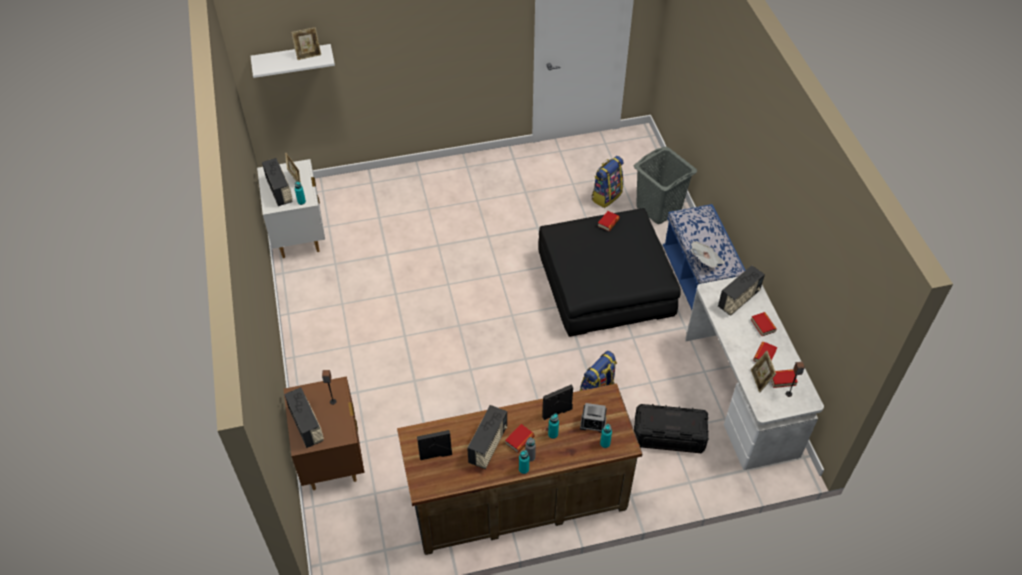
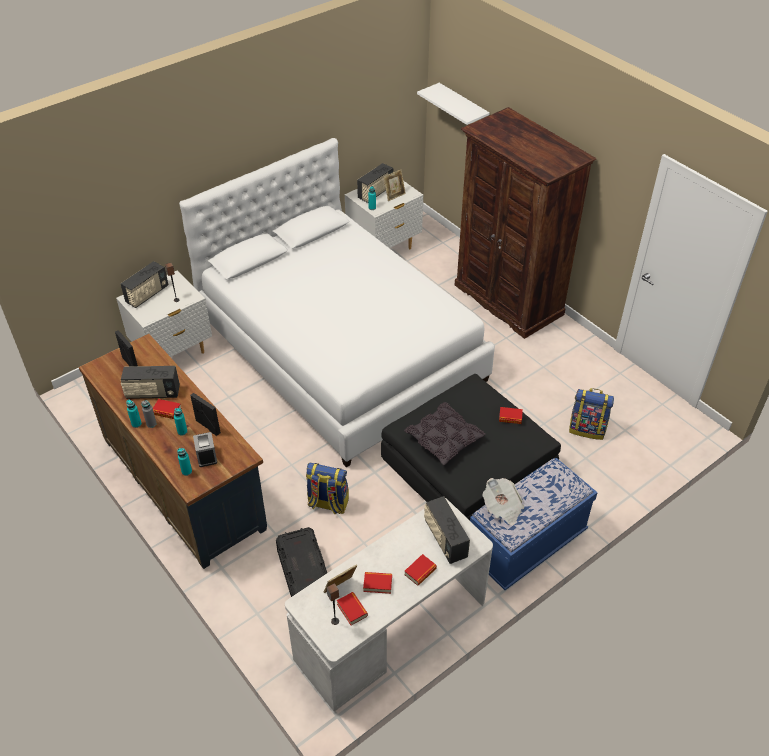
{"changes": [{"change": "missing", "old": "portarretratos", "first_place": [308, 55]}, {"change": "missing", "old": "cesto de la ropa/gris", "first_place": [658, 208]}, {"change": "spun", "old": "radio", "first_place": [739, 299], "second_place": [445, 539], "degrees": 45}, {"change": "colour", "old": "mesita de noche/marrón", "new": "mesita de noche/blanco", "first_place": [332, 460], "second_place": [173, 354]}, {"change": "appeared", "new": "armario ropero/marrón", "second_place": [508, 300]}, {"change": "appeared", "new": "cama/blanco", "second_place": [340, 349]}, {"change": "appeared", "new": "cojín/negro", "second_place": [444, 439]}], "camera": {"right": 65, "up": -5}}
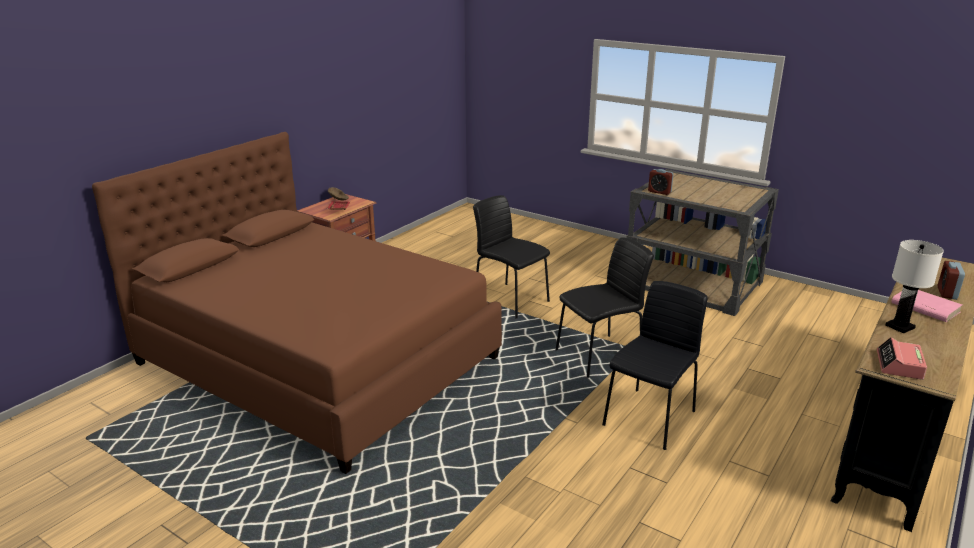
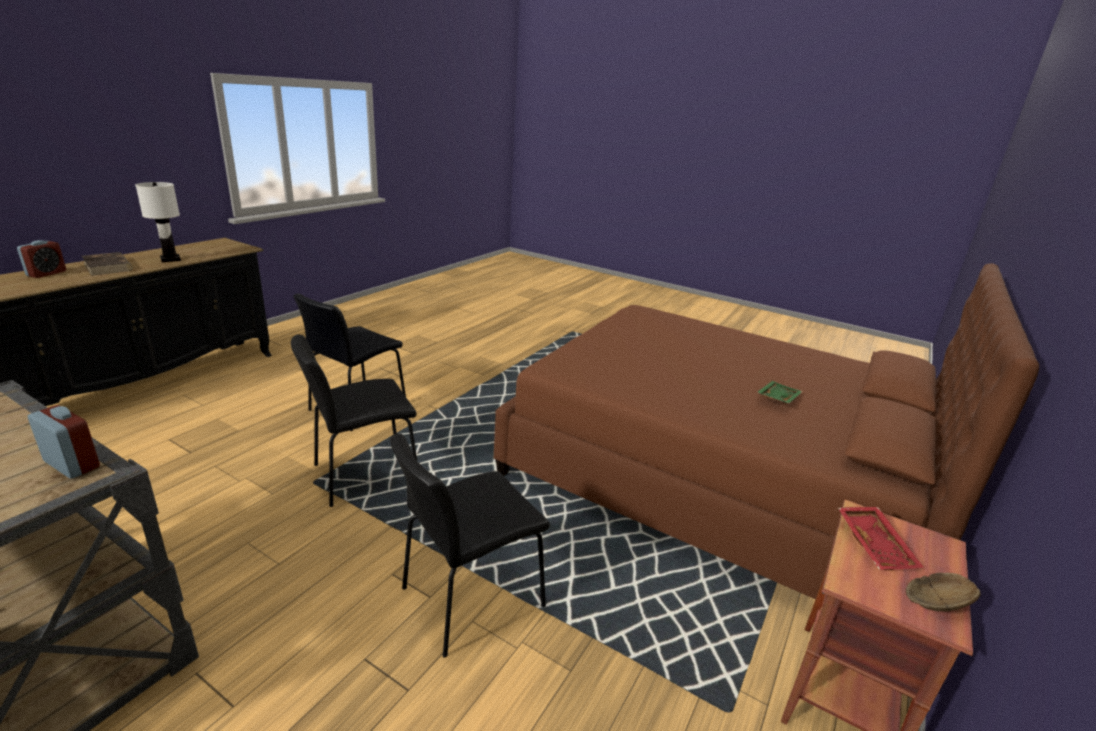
{"changes": [{"change": "spun", "old": "silla/negro", "first_place": [509, 300], "second_place": [468, 599], "degrees": 105}, {"change": "colour", "old": "libro/rosa", "new": "libro/marrón", "first_place": [924, 307], "second_place": [108, 267]}, {"change": "missing", "old": "despertador", "first_place": [899, 365]}, {"change": "appeared", "new": "bandeja/verde", "second_place": [776, 398]}], "camera": {"right": 175, "up": 0}}
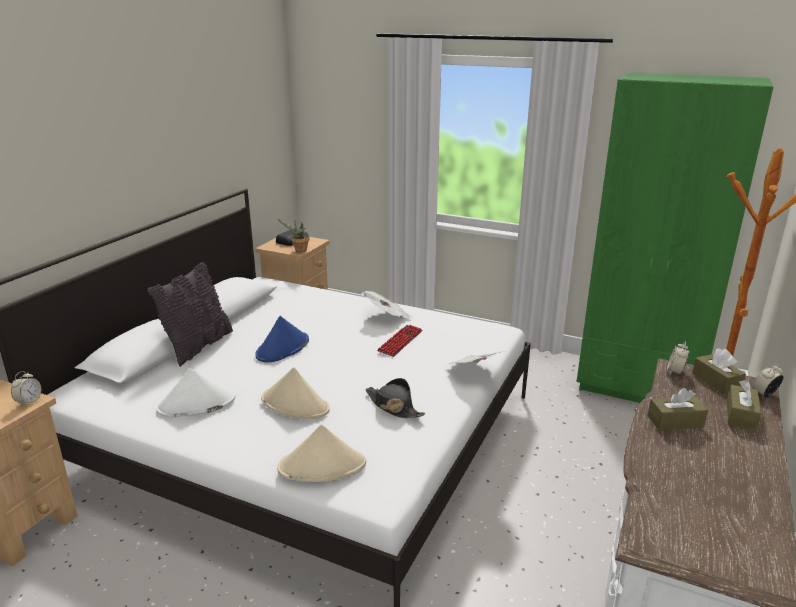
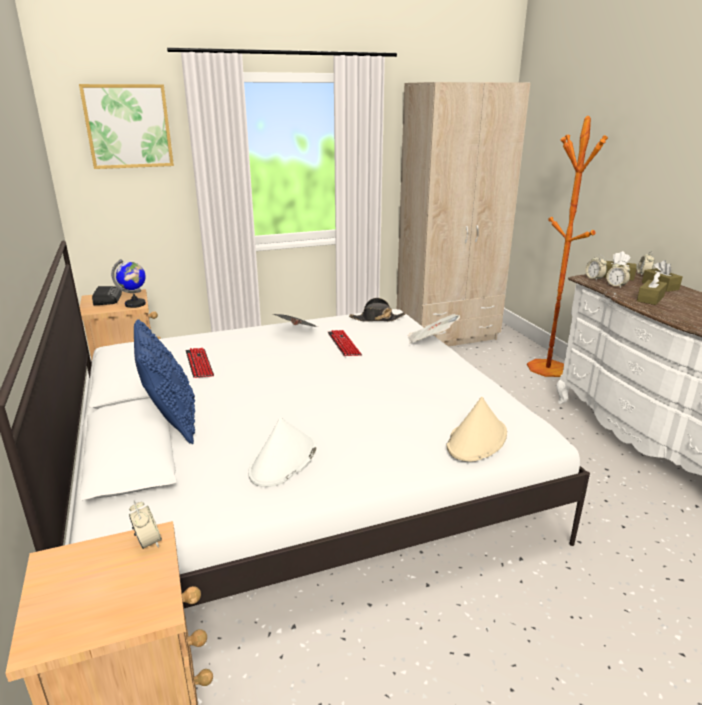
{"changes": [{"change": "colour", "old": "armario ropero/verde", "new": "armario ropero/beis", "first_place": [639, 387], "second_place": [448, 335]}, {"change": "exchanged", "old": "planta en maceta", "new": "globo terráqueo", "first_place": [299, 250], "second_place": [135, 304]}, {"change": "colour", "old": "cojín/negro", "new": "cojín/azul", "first_place": [198, 346], "second_place": [172, 421]}, {"change": "missing", "old": "sombrero/azul", "first_place": [282, 348]}, {"change": "missing", "old": "sombrero/beis", "first_place": [295, 404]}, {"change": "relocated", "old": "sombrero/negro", "first_place": [393, 406], "second_place": [377, 319]}, {"change": "appeared", "new": "cuadro", "second_place": [128, 126]}, {"change": "appeared", "new": "despertador", "second_place": [616, 286]}, {"change": "appeared", "new": "teclado", "second_place": [199, 364]}], "camera": {"right": -45, "up": 0}}
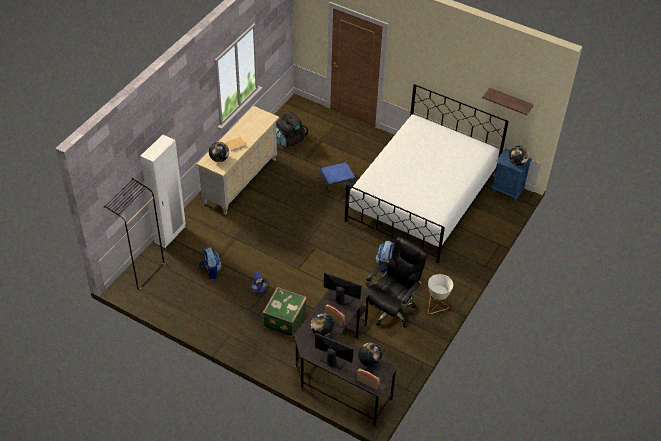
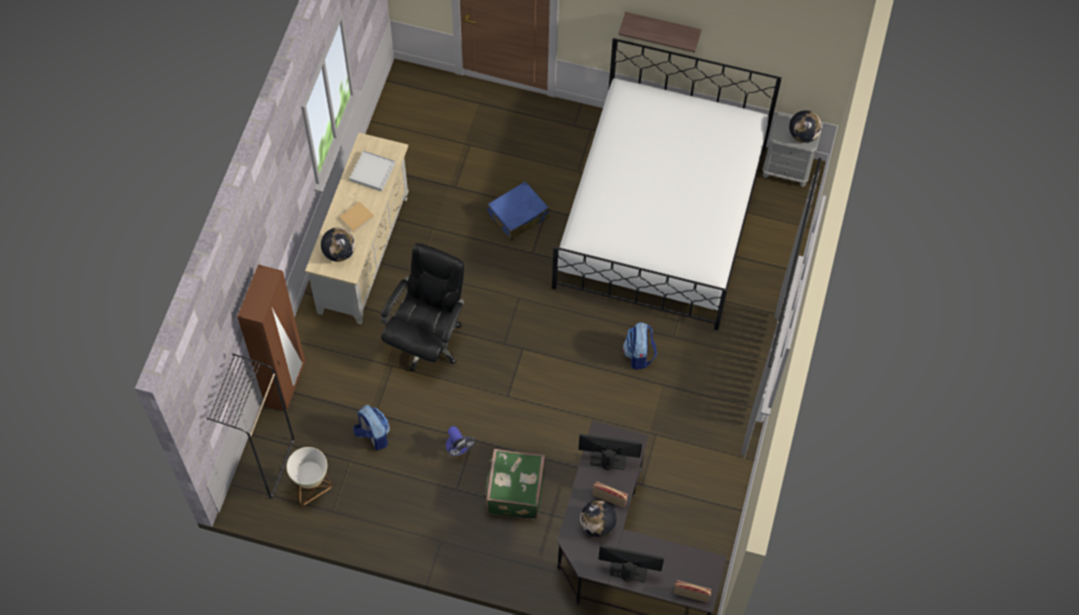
{"changes": [{"change": "relocated", "old": "estante", "first_place": [510, 102], "second_place": [662, 28]}, {"change": "missing", "old": "mochila/negro", "first_place": [289, 139]}, {"change": "colour", "old": "armario ropero/blanco", "new": "armario ropero/marrón", "first_place": [170, 235], "second_place": [286, 385]}, {"change": "colour", "old": "mesita de noche/azul", "new": "mesita de noche/gris", "first_place": [507, 191], "second_place": [787, 169]}, {"change": "relocated", "old": "silla de oficina/negro", "first_place": [391, 311], "second_place": [427, 342]}, {"change": "relocated", "old": "maceta", "first_place": [436, 306], "second_place": [312, 487]}, {"change": "missing", "old": "globo terráqueo", "first_place": [369, 361]}, {"change": "appeared", "new": "bandeja/blanco", "second_place": [372, 172]}], "camera": {"right": -15, "up": 15}}
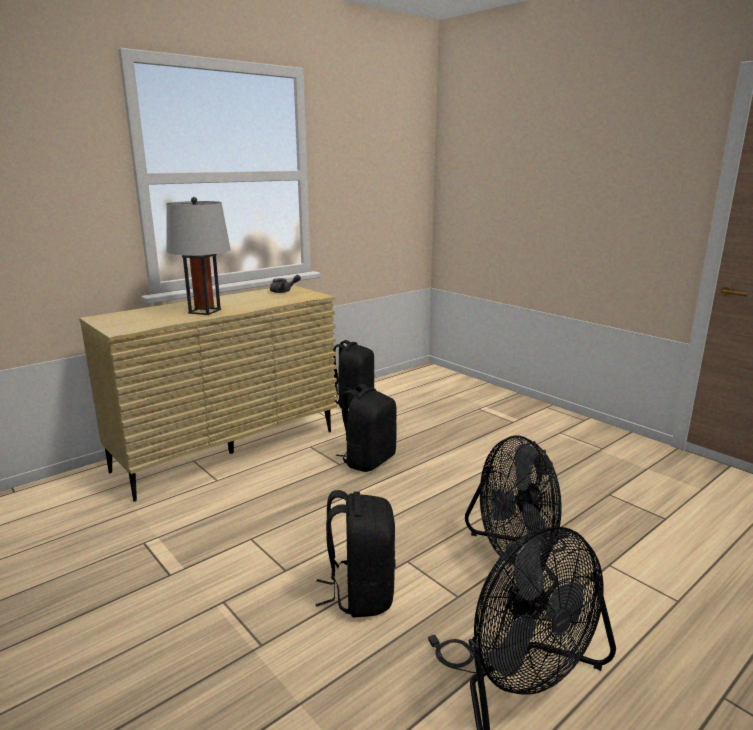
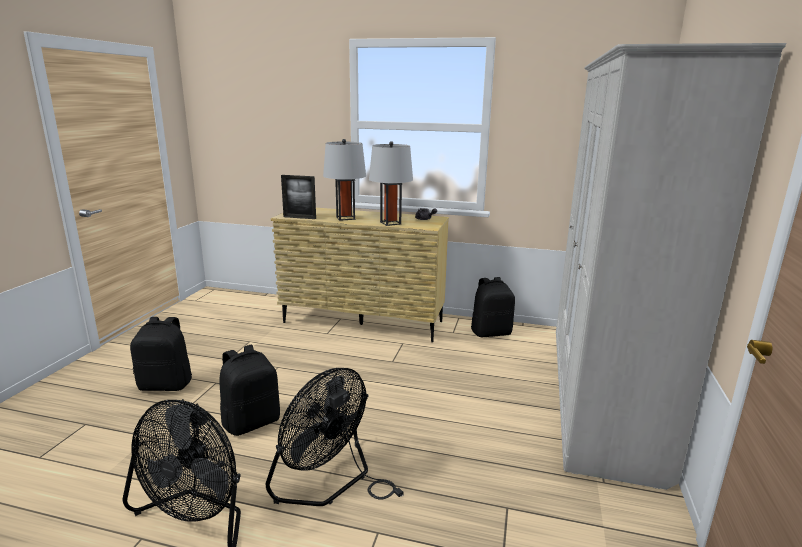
{"changes": [{"change": "relocated", "old": "mochila/negro", "first_place": [368, 460], "second_place": [166, 385]}, {"change": "appeared", "new": "armario ropero/blanco", "second_place": [600, 393]}, {"change": "appeared", "new": "lámpara de mesa/gris", "second_place": [390, 223]}, {"change": "appeared", "new": "portarretratos", "second_place": [299, 217]}], "camera": {"right": 55, "up": 0}}
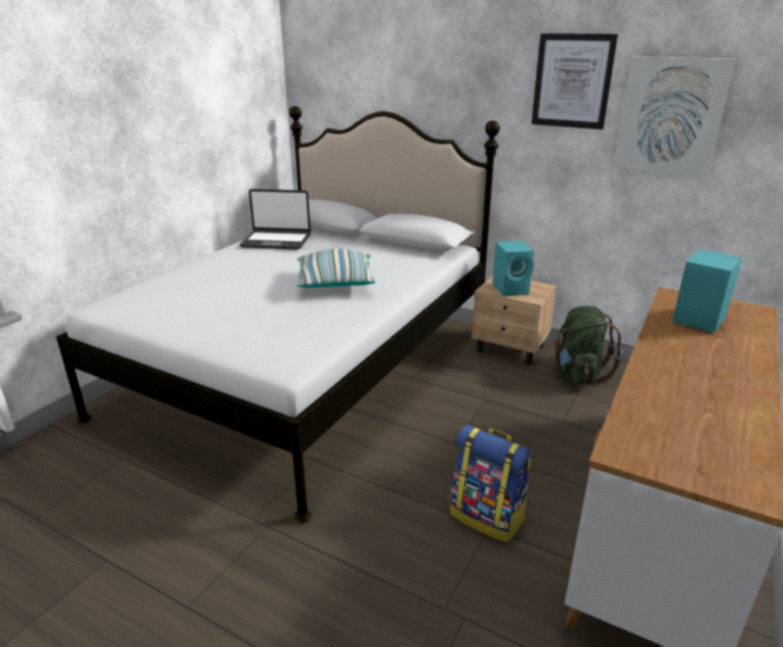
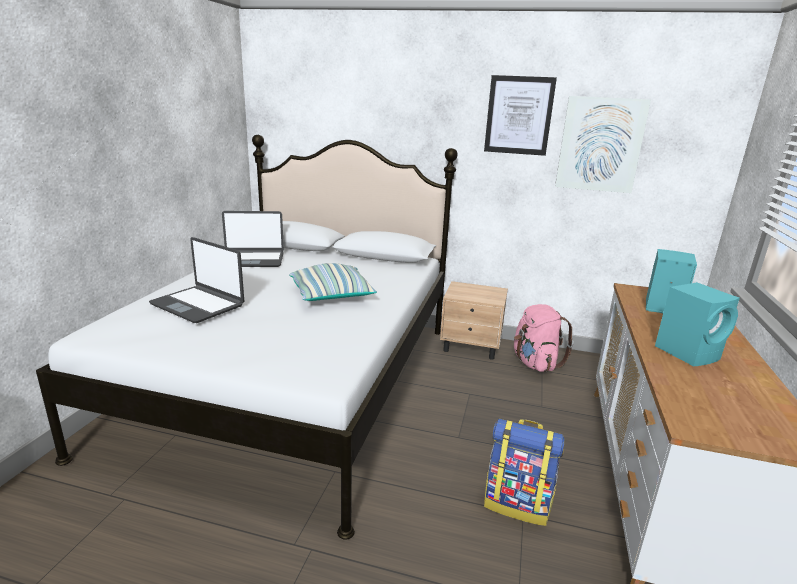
{"changes": [{"change": "relocated", "old": "altavoz/turquesa", "first_place": [511, 289], "second_place": [689, 353]}, {"change": "colour", "old": "mochila/verde", "new": "mochila/rosa", "first_place": [578, 374], "second_place": [535, 363]}, {"change": "appeared", "new": "portátil", "second_place": [198, 305]}], "camera": {"right": -15, "up": -5}}
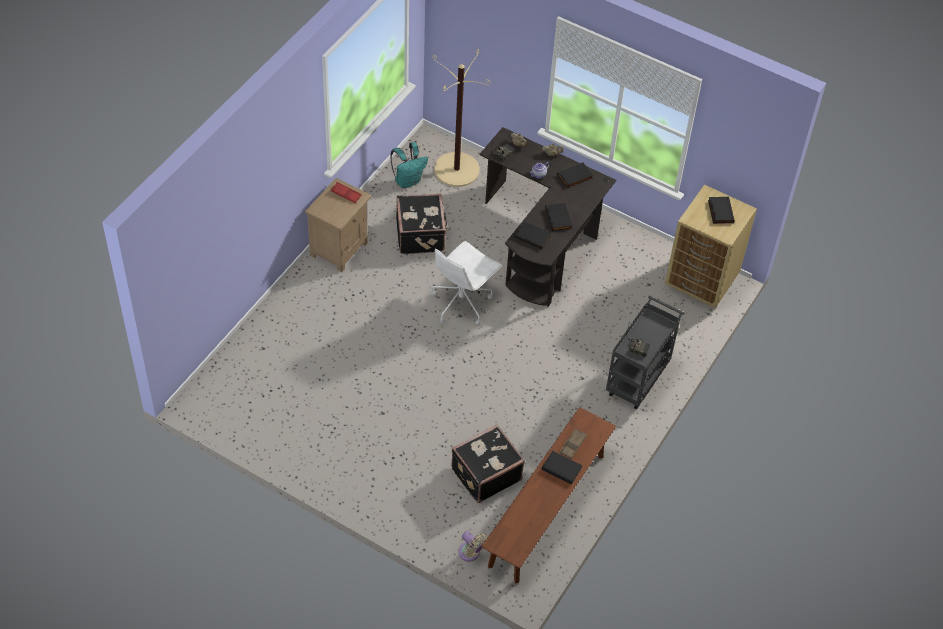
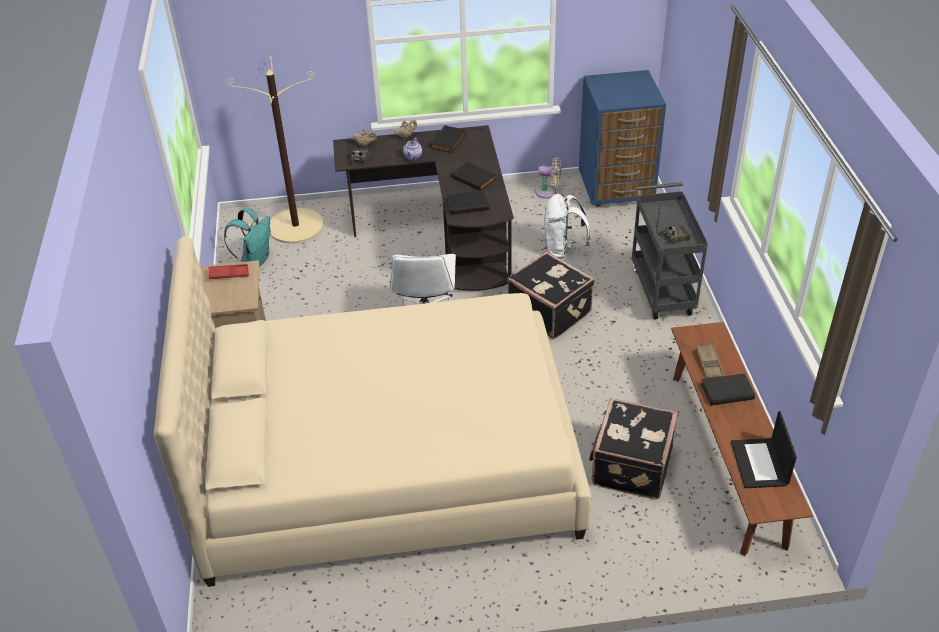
{"changes": [{"change": "colour", "old": "cómoda/marrón", "new": "cómoda/azul", "first_place": [701, 282], "second_place": [616, 190]}, {"change": "relocated", "old": "maleta/negro", "first_place": [421, 235], "second_place": [550, 311]}, {"change": "missing", "old": "libro/negro", "first_place": [719, 211]}, {"change": "relocated", "old": "ventilador/beis", "first_place": [470, 553], "second_place": [548, 192]}, {"change": "appeared", "new": "mochila/blanco", "second_place": [563, 249]}, {"change": "appeared", "new": "cama/beis", "second_place": [387, 461]}, {"change": "appeared", "new": "portátil", "second_place": [760, 464]}], "camera": {"right": -35, "up": -10}}
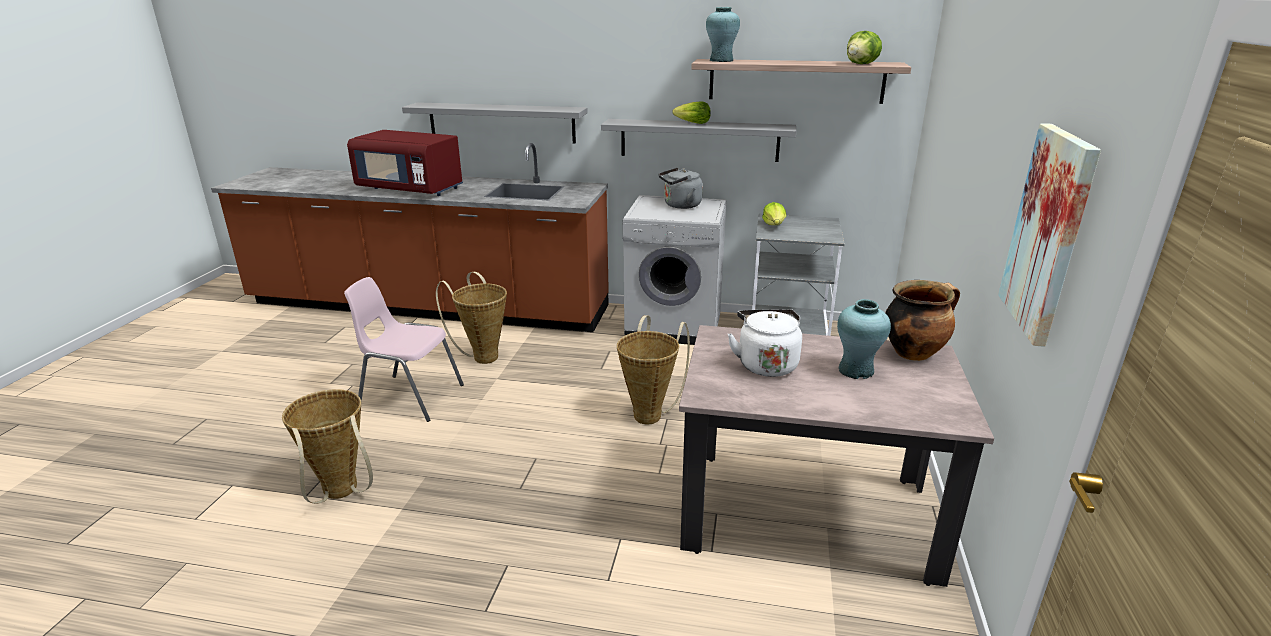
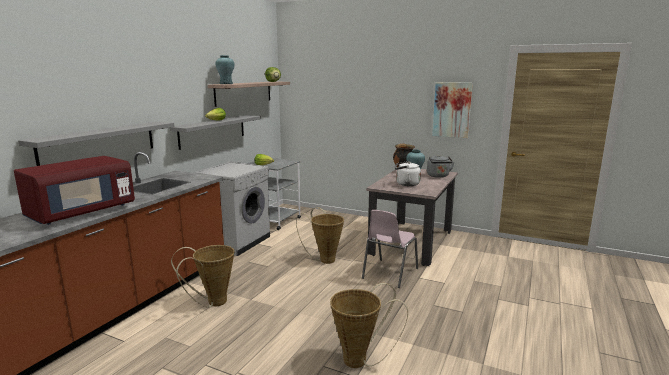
{"changes": [{"change": "relocated", "old": "hervidor/gris", "first_place": [680, 205], "second_place": [438, 176]}, {"change": "relocated", "old": "silla/rosa", "first_place": [410, 397], "second_place": [389, 273]}], "camera": {"right": -75, "up": -10}}
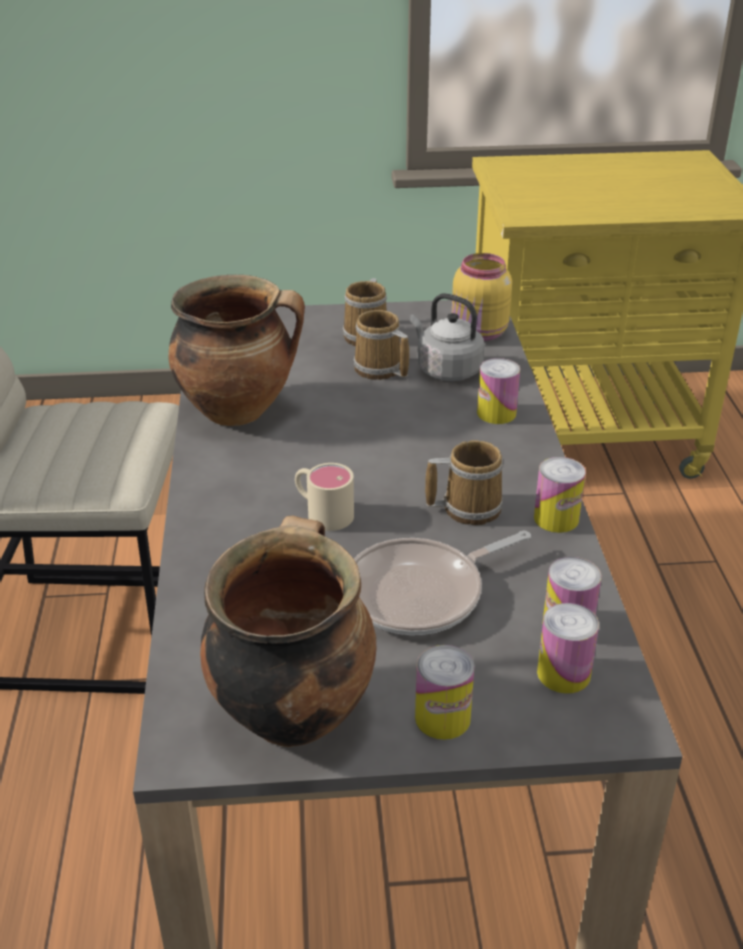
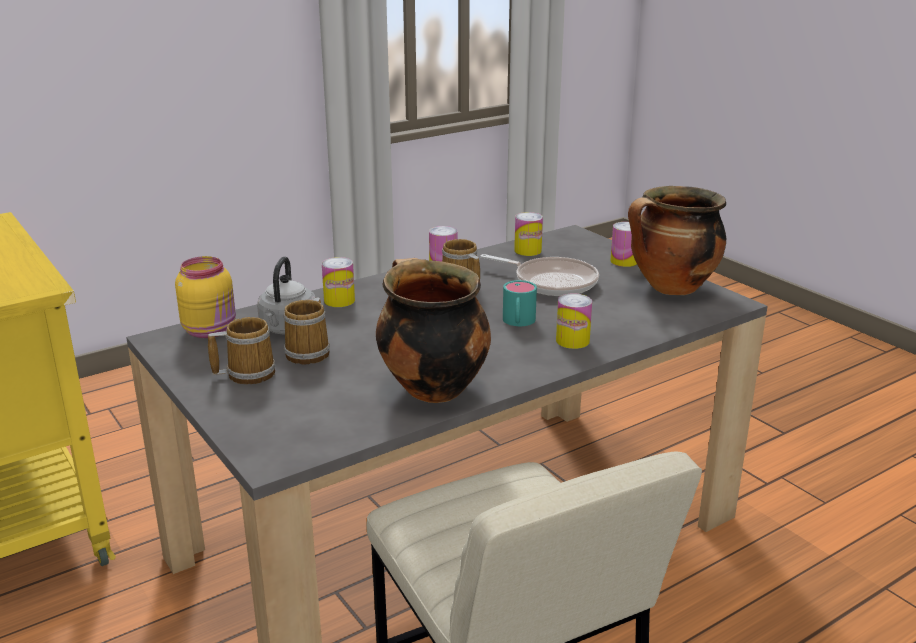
{"changes": [{"change": "colour", "old": "taza grande/beis", "new": "taza grande/turquesa", "first_place": [322, 512], "second_place": [518, 322]}, {"change": "relocated", "old": "lata", "first_place": [563, 673], "second_place": [572, 341]}], "camera": {"right": -120, "up": -10}}
